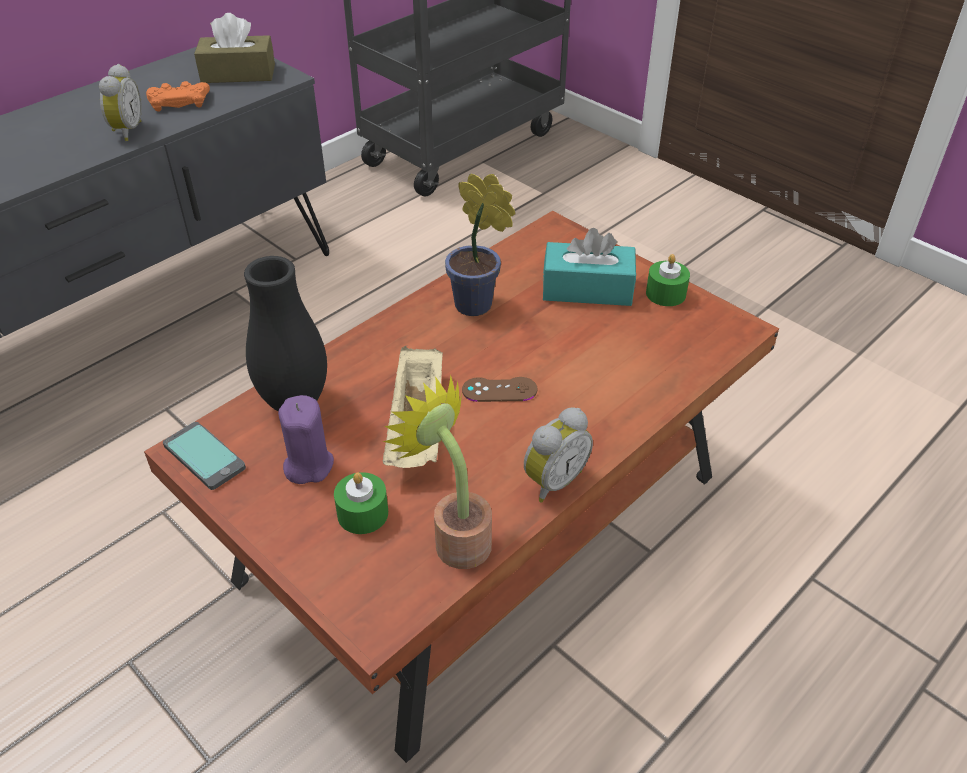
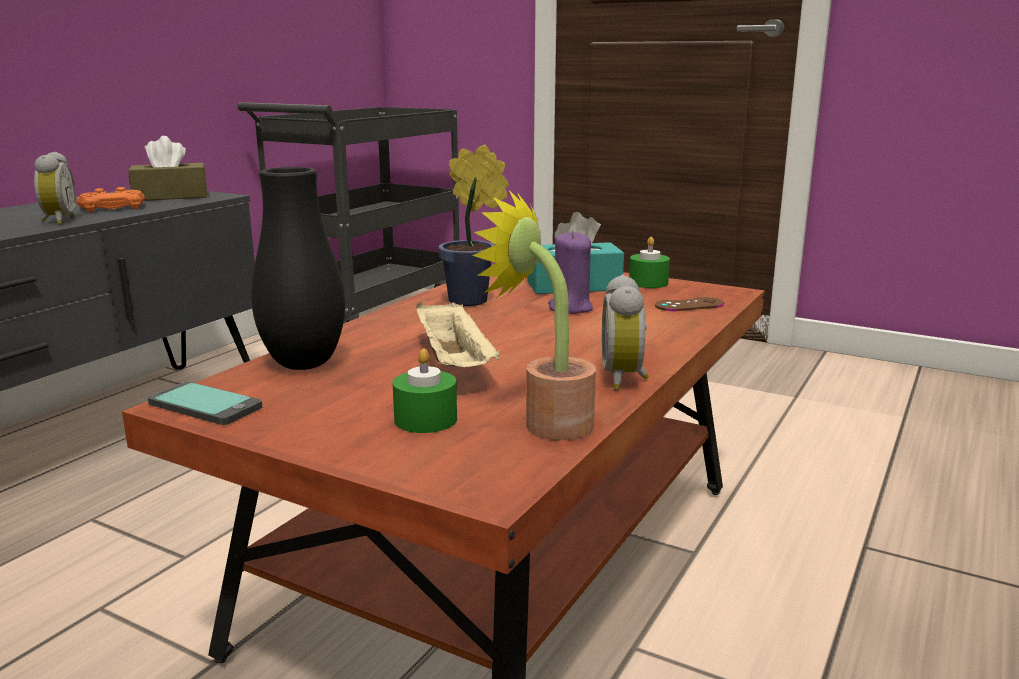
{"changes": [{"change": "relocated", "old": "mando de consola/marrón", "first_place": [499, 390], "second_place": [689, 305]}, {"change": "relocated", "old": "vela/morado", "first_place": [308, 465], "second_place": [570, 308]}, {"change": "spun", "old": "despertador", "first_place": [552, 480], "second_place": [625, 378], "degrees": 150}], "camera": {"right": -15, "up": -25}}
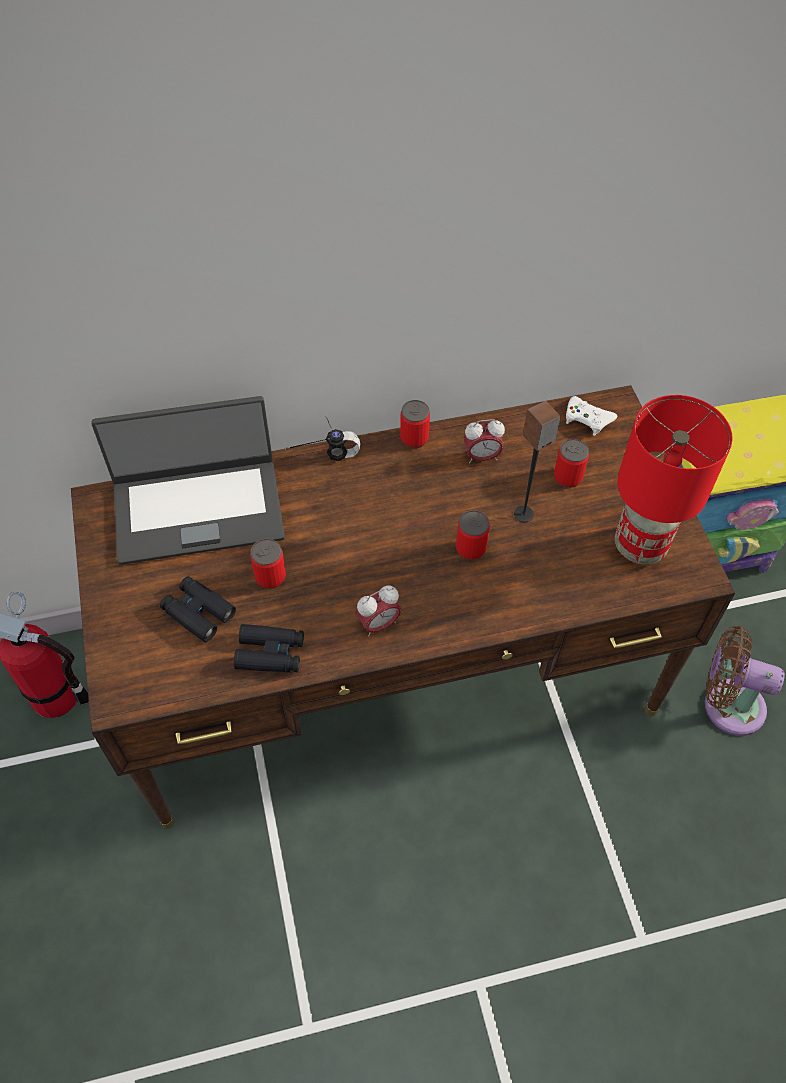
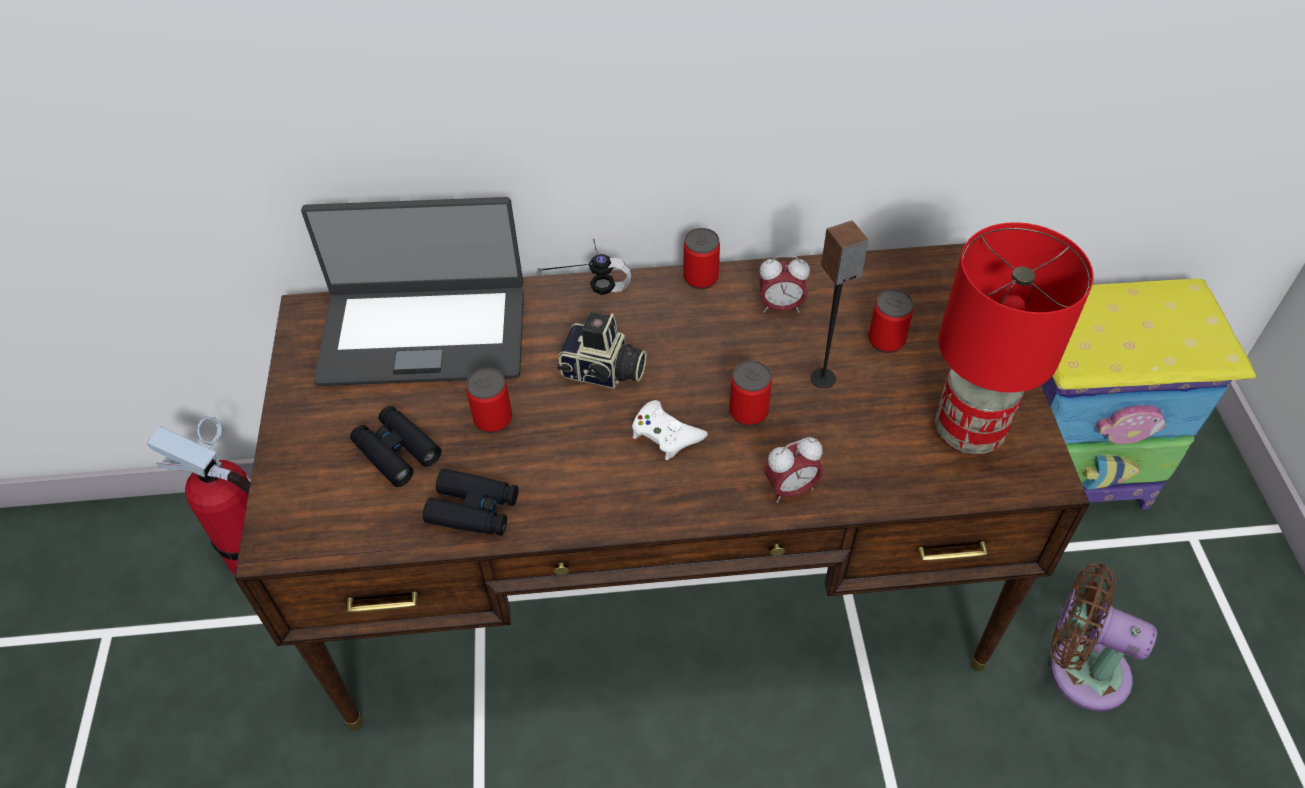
{"changes": [{"change": "relocated", "old": "mando de consola/blanco", "first_place": [587, 419], "second_place": [666, 434]}, {"change": "relocated", "old": "despertador", "first_place": [378, 624], "second_place": [790, 489]}, {"change": "appeared", "new": "cámara", "second_place": [603, 372]}], "camera": {"right": 10, "up": -5}}
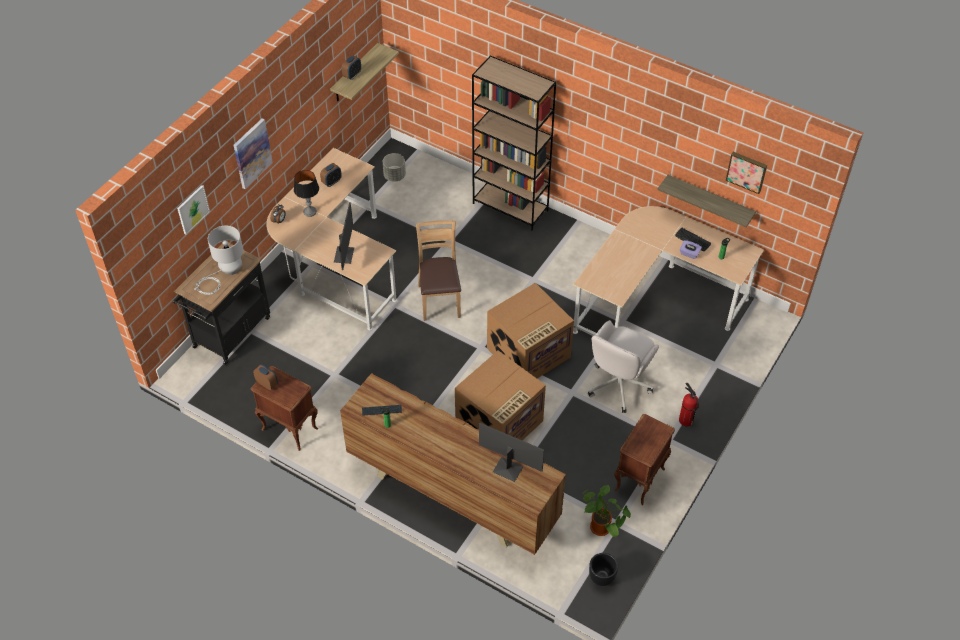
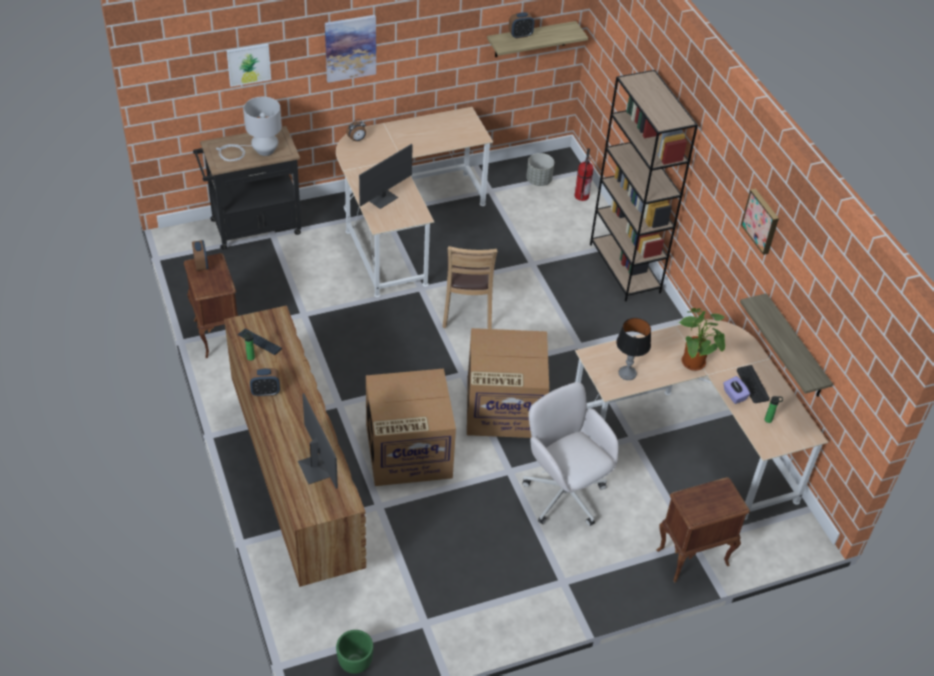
{"changes": [{"change": "relocated", "old": "cuadro", "first_place": [747, 171], "second_place": [761, 221]}, {"change": "relocated", "old": "despertador", "first_place": [331, 182], "second_place": [265, 392]}, {"change": "relocated", "old": "lámpara de mesa", "first_place": [309, 212], "second_place": [627, 373]}, {"change": "spun", "old": "silla/marrón", "first_place": [440, 300], "second_place": [467, 310], "degrees": 150}, {"change": "spun", "old": "silla de oficina/blanco", "first_place": [618, 385], "second_place": [564, 496], "degrees": 75}, {"change": "relocated", "old": "extintor", "first_place": [685, 420], "second_place": [581, 195]}, {"change": "relocated", "old": "mesita de noche/marrón", "first_place": [639, 480], "second_place": [692, 558]}, {"change": "relocated", "old": "planta en maceta", "first_place": [602, 528], "second_place": [695, 365]}, {"change": "colour", "old": "maceta/negro", "new": "maceta/verde", "first_place": [601, 577], "second_place": [355, 663]}], "camera": {"right": 35, "up": -5}}
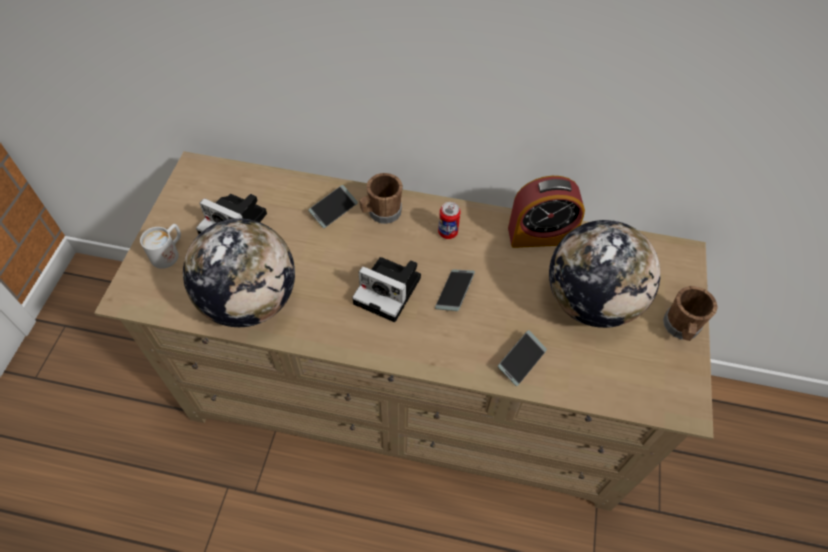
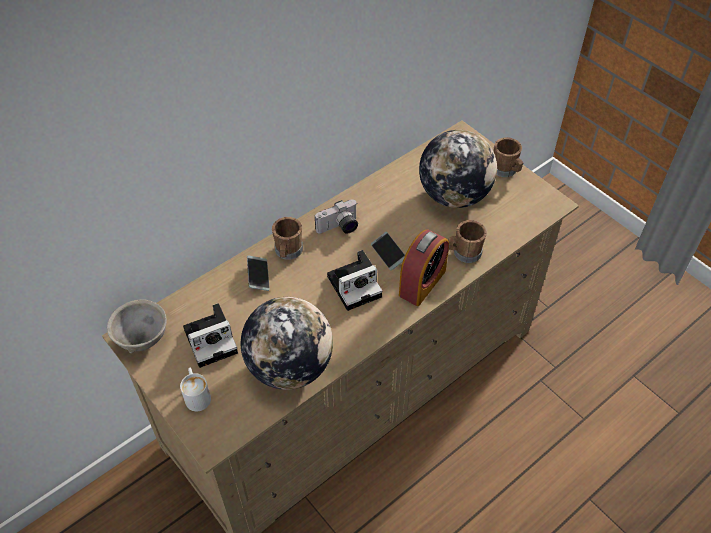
{"changes": [{"change": "relocated", "old": "despertador", "first_place": [540, 235], "second_place": [422, 283]}, {"change": "exchanged", "old": "lata", "new": "cámara", "first_place": [448, 232], "second_place": [339, 228]}, {"change": "exchanged", "old": "móvil", "new": "taza grande/marrón", "first_place": [521, 360], "second_place": [464, 253]}, {"change": "appeared", "new": "cuenco/gris", "second_place": [141, 338]}], "camera": {"right": -50, "up": -5}}
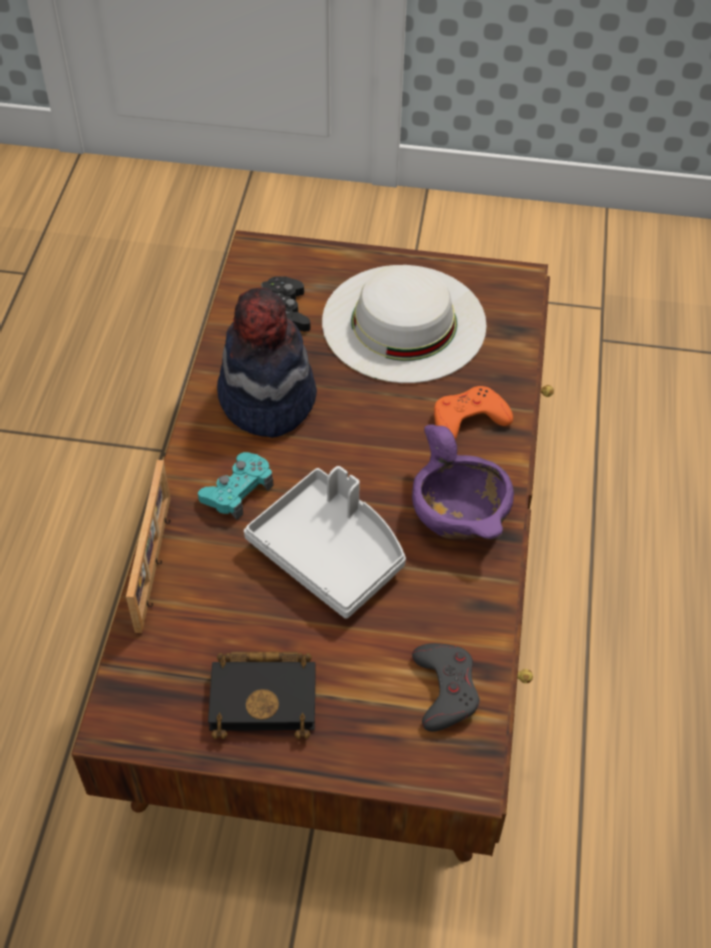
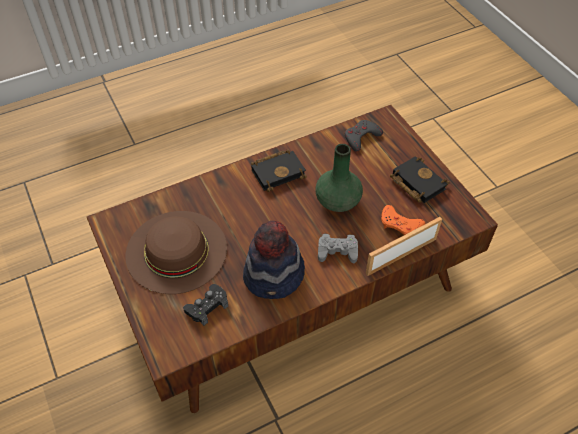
{"changes": [{"change": "colour", "old": "sombrero/blanco", "new": "sombrero/marrón", "first_place": [404, 322], "second_place": [176, 251]}, {"change": "relocated", "old": "mando de consola/naranja", "first_place": [468, 419], "second_place": [400, 224]}, {"change": "exchanged", "old": "cuenco/morado", "new": "libro/negro", "first_place": [459, 513], "second_place": [278, 171]}, {"change": "colour", "old": "mando de consola/turquesa", "new": "mando de consola/gris", "first_place": [237, 490], "second_place": [337, 251]}, {"change": "exchanged", "old": "bandeja/gris", "new": "florero/verde", "first_place": [330, 552], "second_place": [337, 200]}], "camera": {"right": -125, "up": 0}}
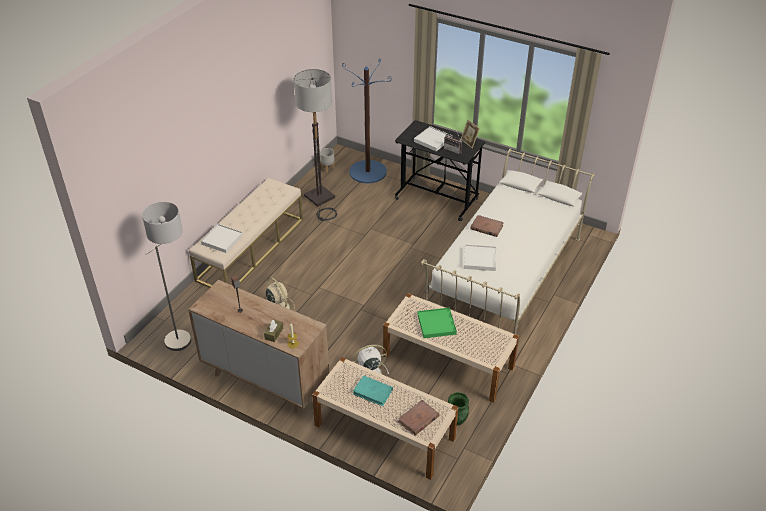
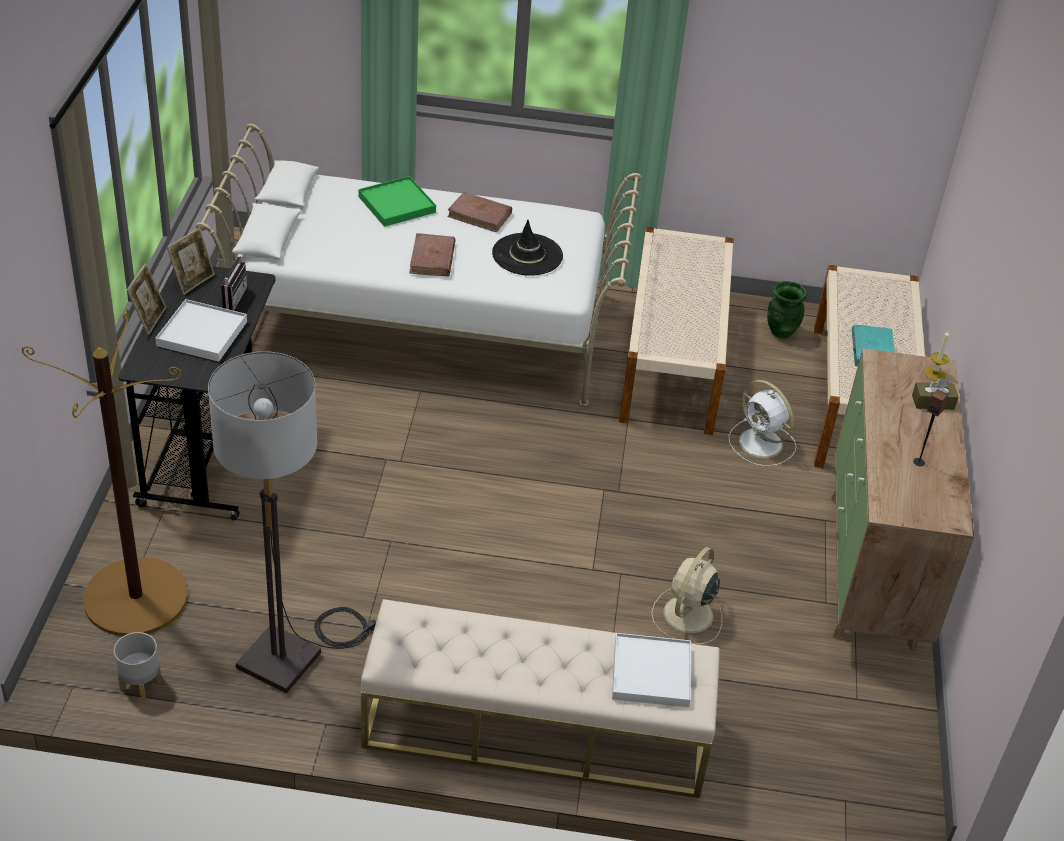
{"changes": [{"change": "colour", "old": "perchero/azul", "new": "perchero/marrón", "first_place": [368, 172], "second_place": [136, 597]}, {"change": "missing", "old": "lámpara de pie/gris", "first_place": [184, 336]}, {"change": "exchanged", "old": "bandeja/blanco", "new": "sombrero/negro", "first_place": [479, 259], "second_place": [527, 255]}, {"change": "relocated", "old": "bandeja/verde", "first_place": [436, 324], "second_place": [397, 204]}, {"change": "relocated", "old": "libro/marrón", "first_place": [418, 419], "second_place": [480, 215]}, {"change": "appeared", "new": "portarretratos", "second_place": [149, 319]}], "camera": {"right": -115, "up": 0}}
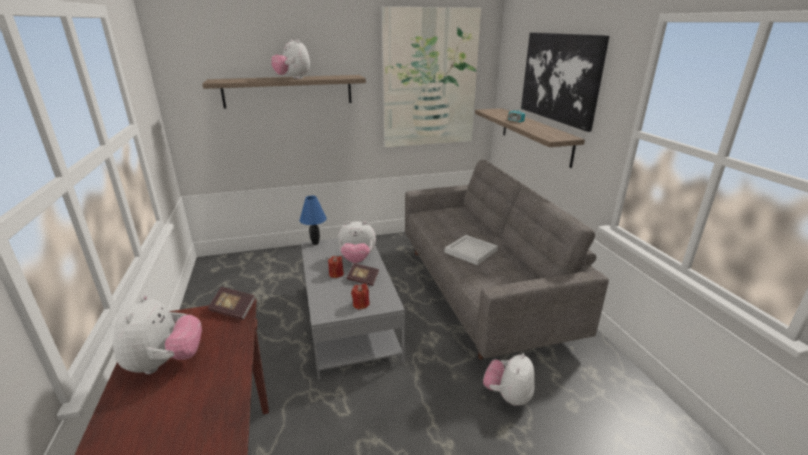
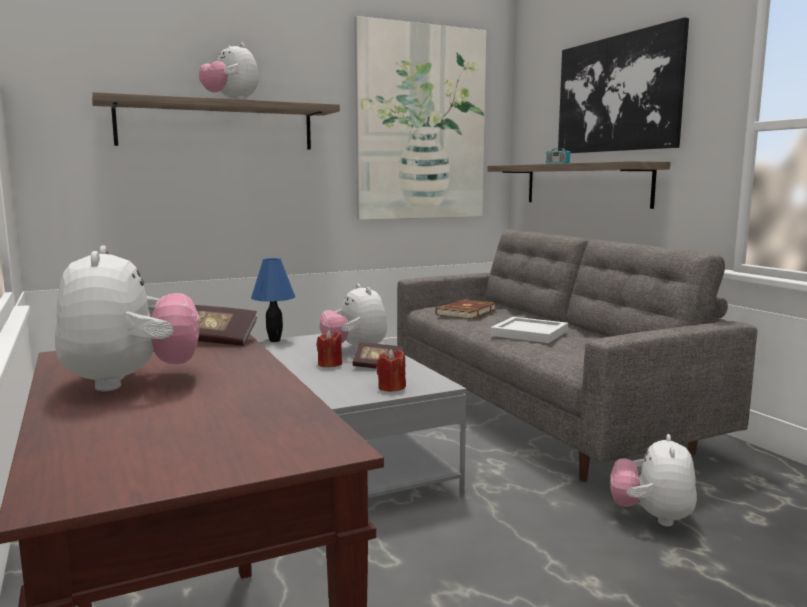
{"changes": [{"change": "spun", "old": "peluche", "first_place": [357, 259], "second_place": [355, 350], "degrees": 75}, {"change": "appeared", "new": "libro/marrón", "second_place": [465, 312]}], "camera": {"right": -10, "up": -15}}
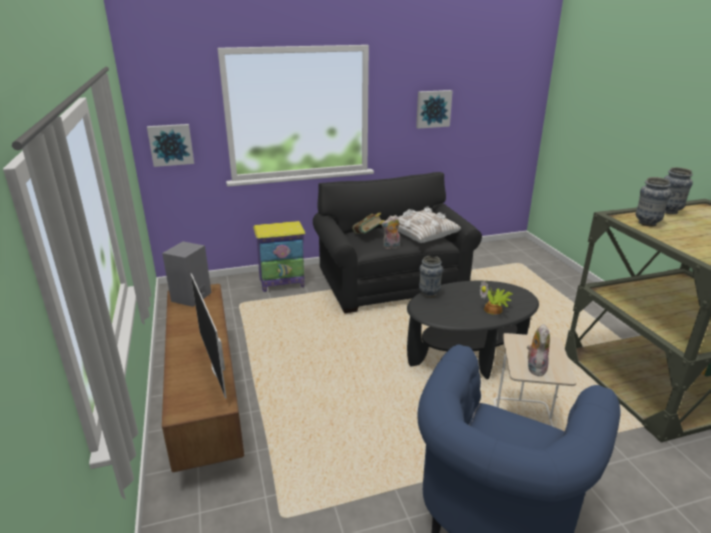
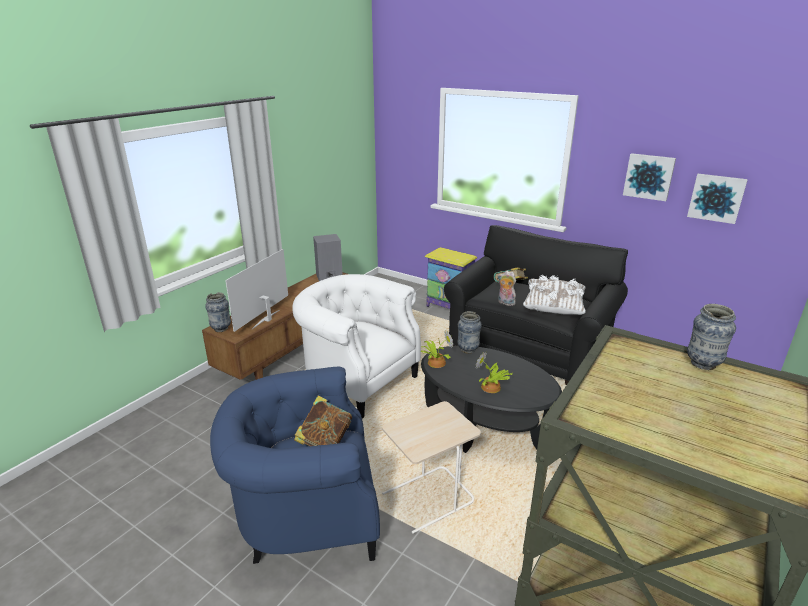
{"changes": [{"change": "relocated", "old": "cuadro", "first_place": [171, 144], "second_place": [716, 198]}, {"change": "relocated", "old": "florero", "first_place": [647, 223], "second_place": [221, 329]}, {"change": "missing", "old": "peluche", "first_place": [535, 367]}, {"change": "appeared", "new": "sillón/blanco", "second_place": [357, 381]}, {"change": "appeared", "new": "planta en maceta", "second_place": [435, 362]}, {"change": "appeared", "new": "libro", "second_place": [325, 442]}], "camera": {"right": 50, "up": 0}}
